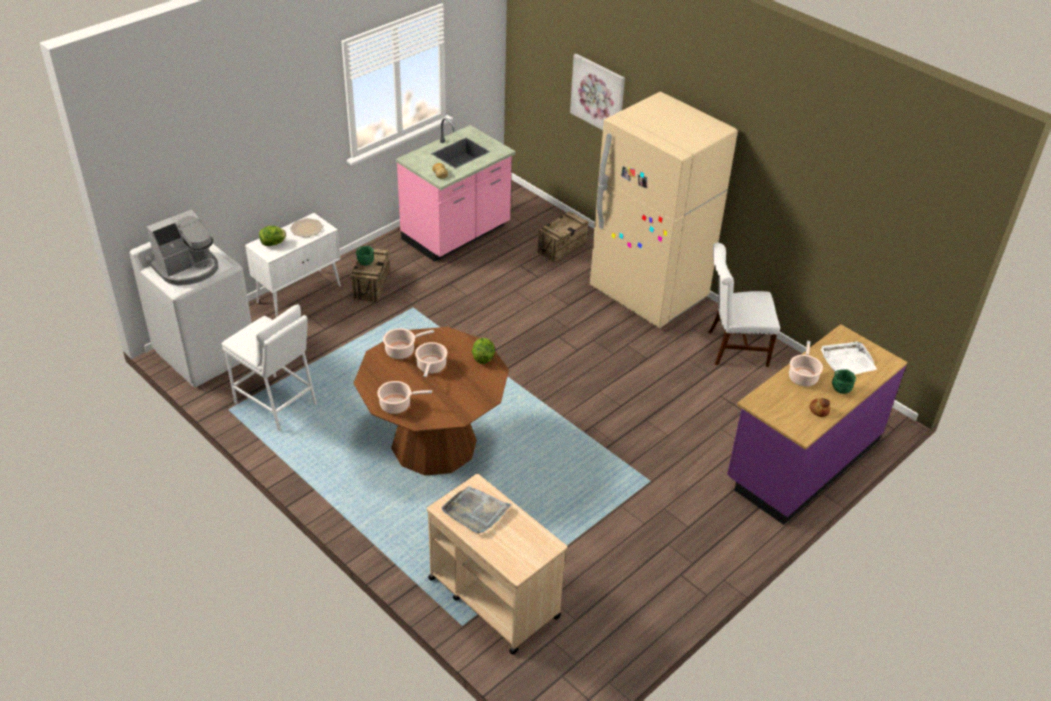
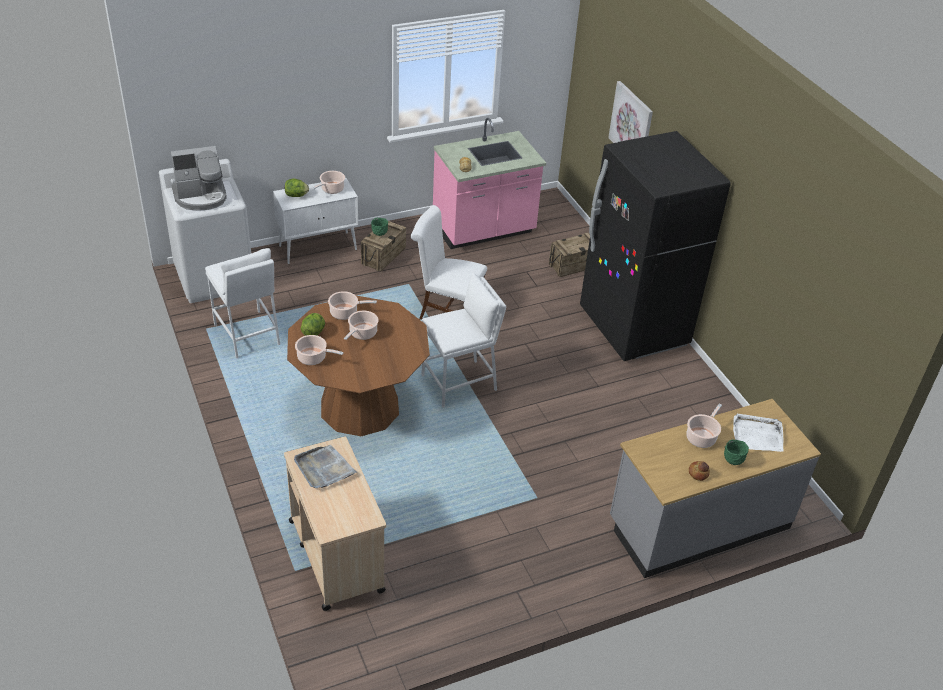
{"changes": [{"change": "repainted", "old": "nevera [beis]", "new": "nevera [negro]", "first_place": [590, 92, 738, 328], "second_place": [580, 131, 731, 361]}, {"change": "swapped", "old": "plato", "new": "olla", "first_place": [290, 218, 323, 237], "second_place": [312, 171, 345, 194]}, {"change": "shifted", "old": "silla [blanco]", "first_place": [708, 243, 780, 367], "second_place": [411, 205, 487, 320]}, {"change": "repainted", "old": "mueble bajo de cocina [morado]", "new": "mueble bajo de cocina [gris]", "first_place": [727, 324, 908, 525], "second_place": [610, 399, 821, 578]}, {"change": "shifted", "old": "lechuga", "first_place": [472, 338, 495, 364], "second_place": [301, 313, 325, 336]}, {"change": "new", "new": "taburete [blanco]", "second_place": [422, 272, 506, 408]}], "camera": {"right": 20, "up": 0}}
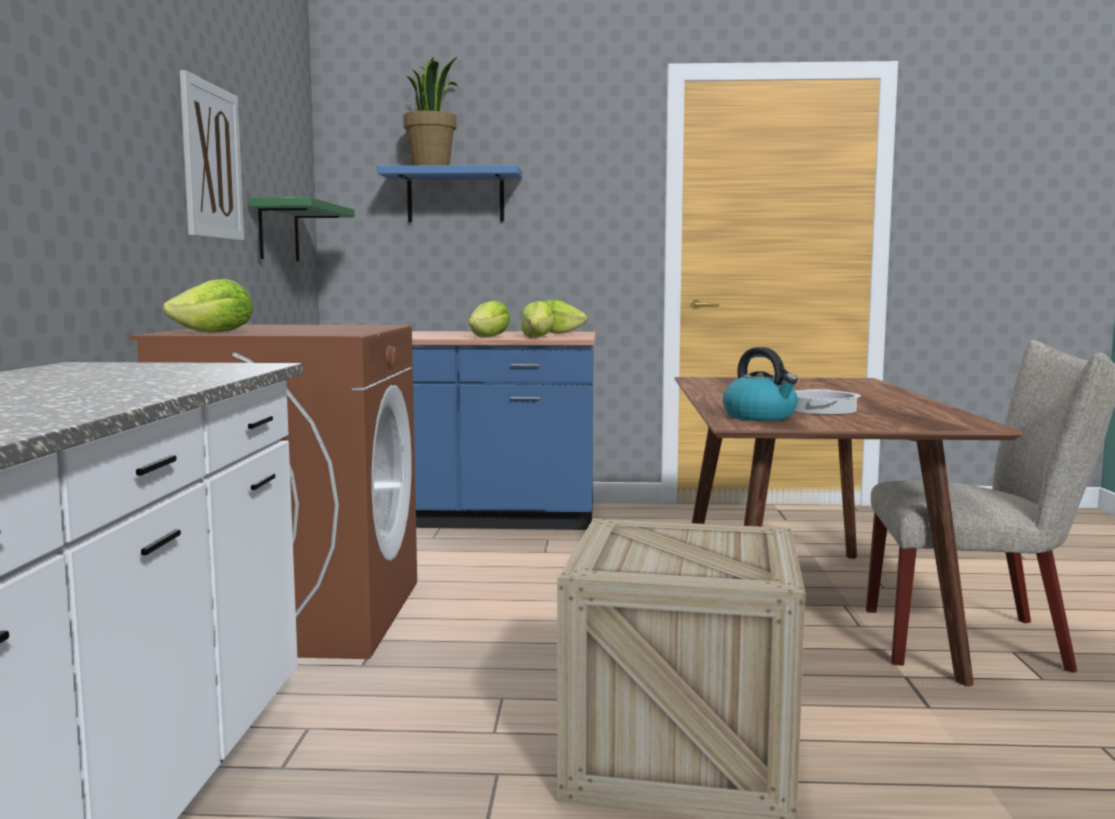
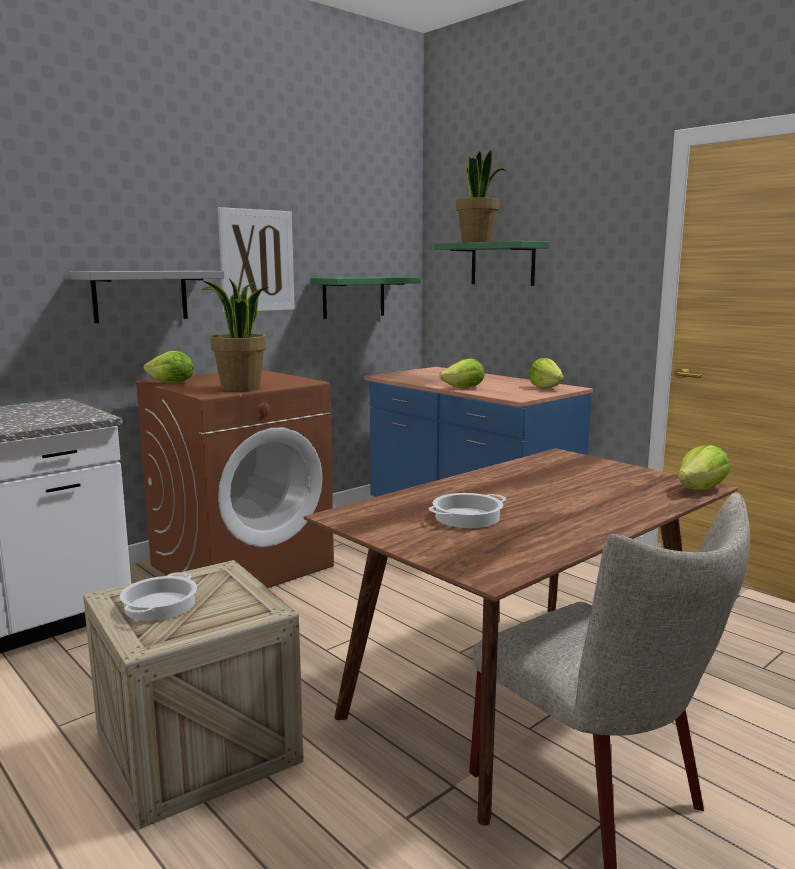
{"changes": [{"change": "repainted", "old": "estante [azul]", "new": "estante [verde]", "first_place": [377, 165, 522, 222], "second_place": [434, 241, 549, 286]}, {"change": "shifted", "old": "lechuga", "first_place": [521, 301, 556, 338], "second_place": [678, 445, 730, 490]}, {"change": "gone", "old": "hervidor", "first_place": [723, 347, 798, 421]}, {"change": "new", "new": "estante [gris]", "second_place": [70, 271, 225, 323]}, {"change": "new", "new": "planta en maceta", "second_place": [201, 278, 269, 392]}, {"change": "new", "new": "olla", "second_place": [120, 572, 197, 621]}], "camera": {"right": 45, "up": 5}}
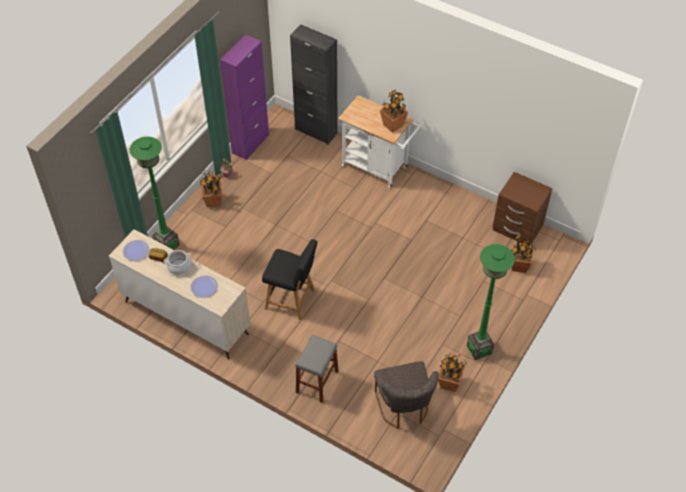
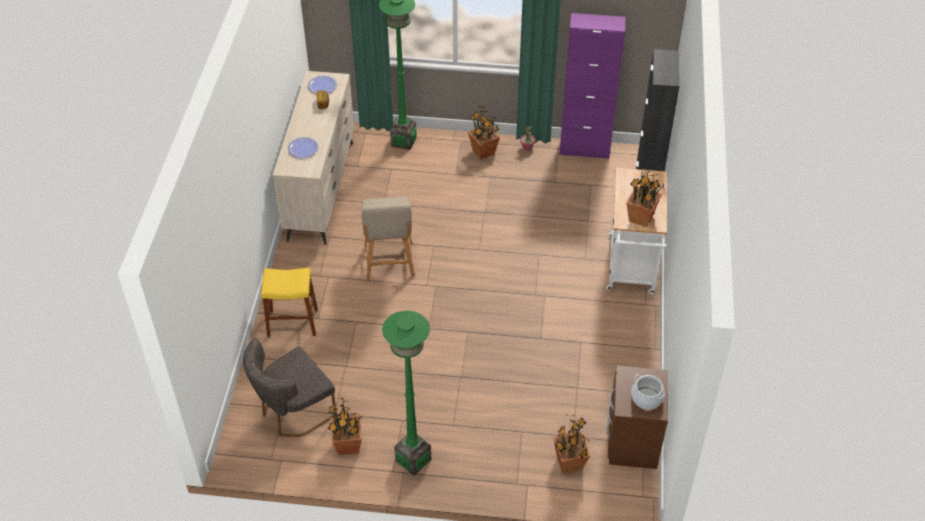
{"changes": [{"change": "repainted", "old": "silla [negro]", "new": "silla [beis]", "first_place": [262, 239, 317, 320], "second_place": [362, 197, 415, 280]}, {"change": "shifted", "old": "olla", "first_place": [164, 250, 191, 275], "second_place": [631, 374, 665, 410]}, {"change": "repainted", "old": "taburete [gris]", "new": "taburete [amarillo]", "first_place": [295, 335, 339, 403], "second_place": [261, 268, 318, 337]}], "camera": {"right": 65, "up": -5}}
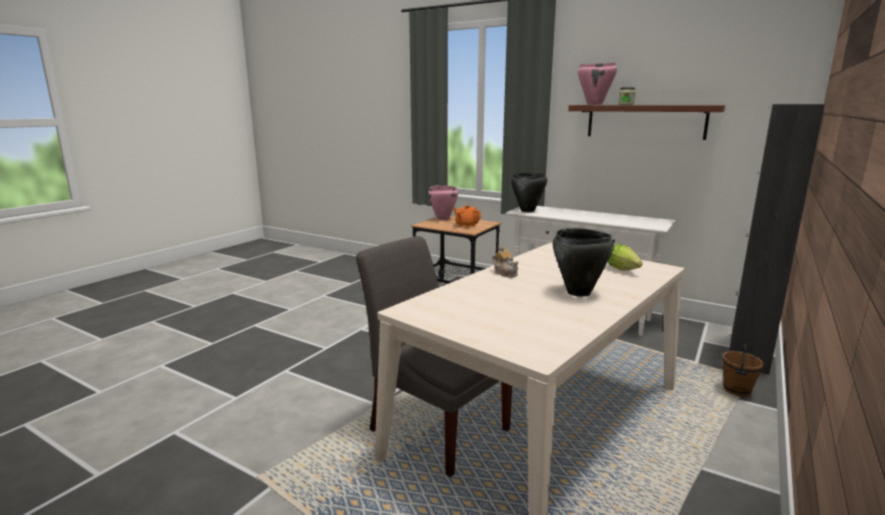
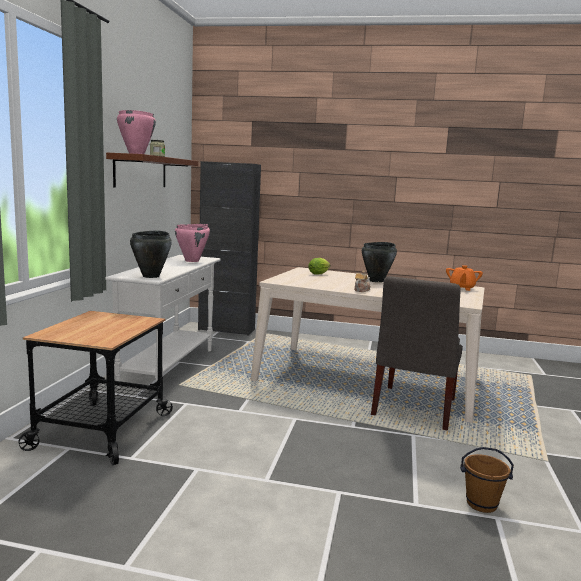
{"changes": [{"change": "shifted", "old": "olla [rosa]", "first_place": [428, 185, 458, 221], "second_place": [175, 224, 210, 262]}, {"change": "shifted", "old": "tetera [naranja]", "first_place": [453, 205, 481, 228], "second_place": [446, 265, 483, 291]}, {"change": "shifted", "old": "cubo [marrón]", "first_place": [722, 343, 764, 397], "second_place": [460, 447, 514, 513]}], "camera": {"right": -110, "up": -5}}
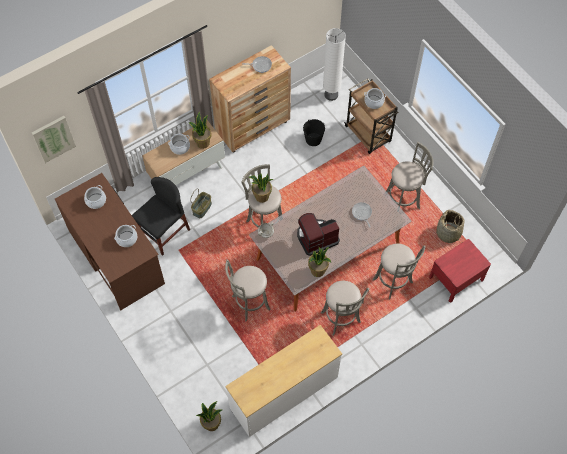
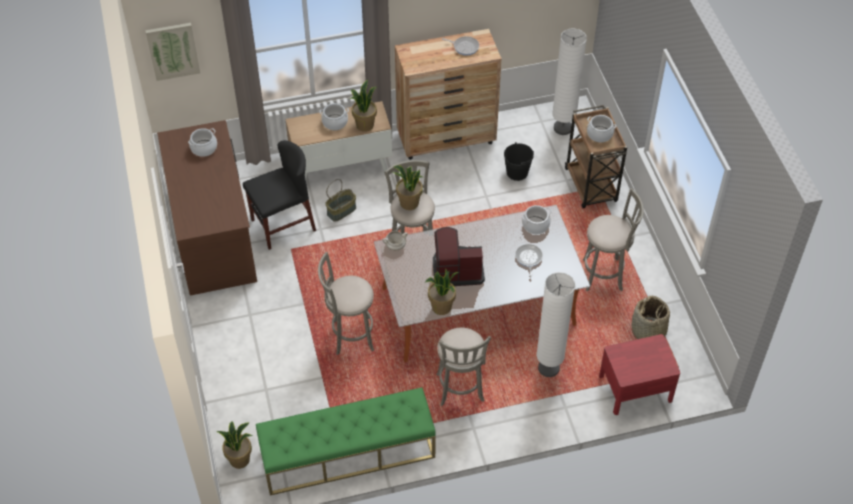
{"changes": [{"change": "shifted", "old": "olla", "first_place": [114, 225, 137, 247], "second_place": [522, 205, 552, 234]}, {"change": "swapped", "old": "taburete [gris]", "new": "lámpara de pie [blanco]", "first_place": [372, 244, 426, 299], "second_place": [536, 272, 575, 377]}, {"change": "swapped", "old": "cómoda [blanco]", "new": "banco [verde]", "first_place": [225, 325, 342, 437], "second_place": [256, 387, 436, 496]}], "camera": {"right": 20, "up": -10}}
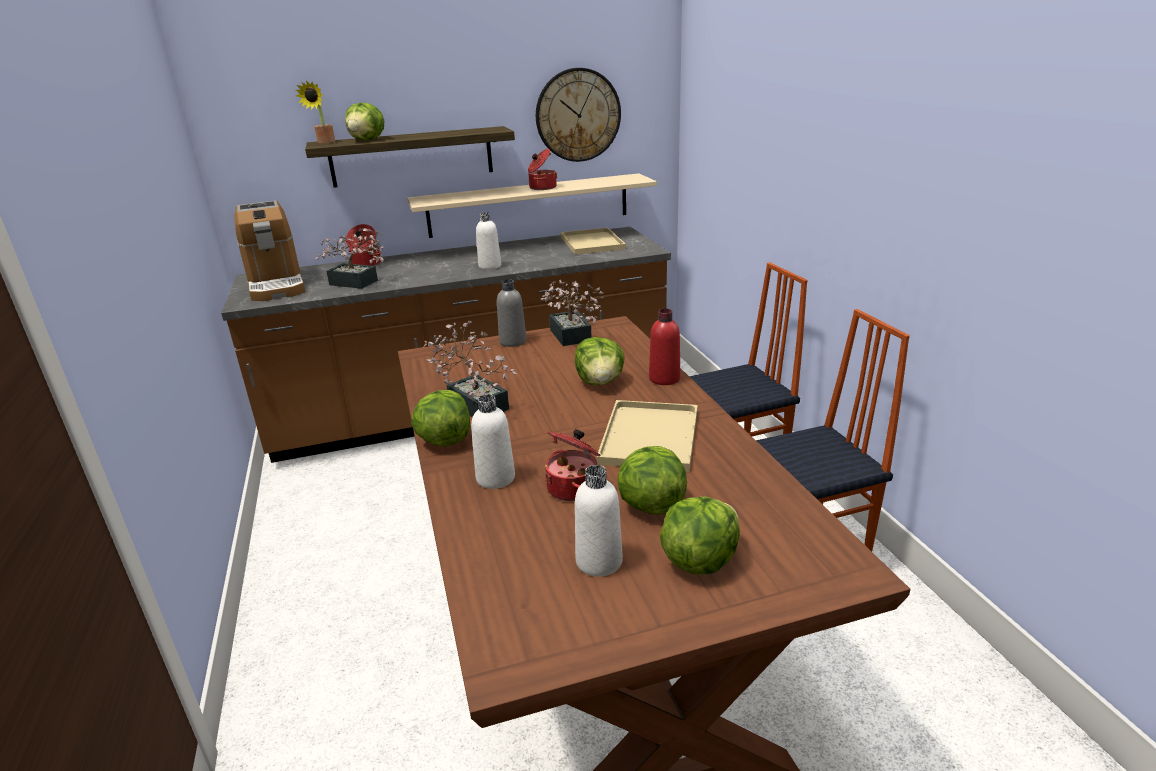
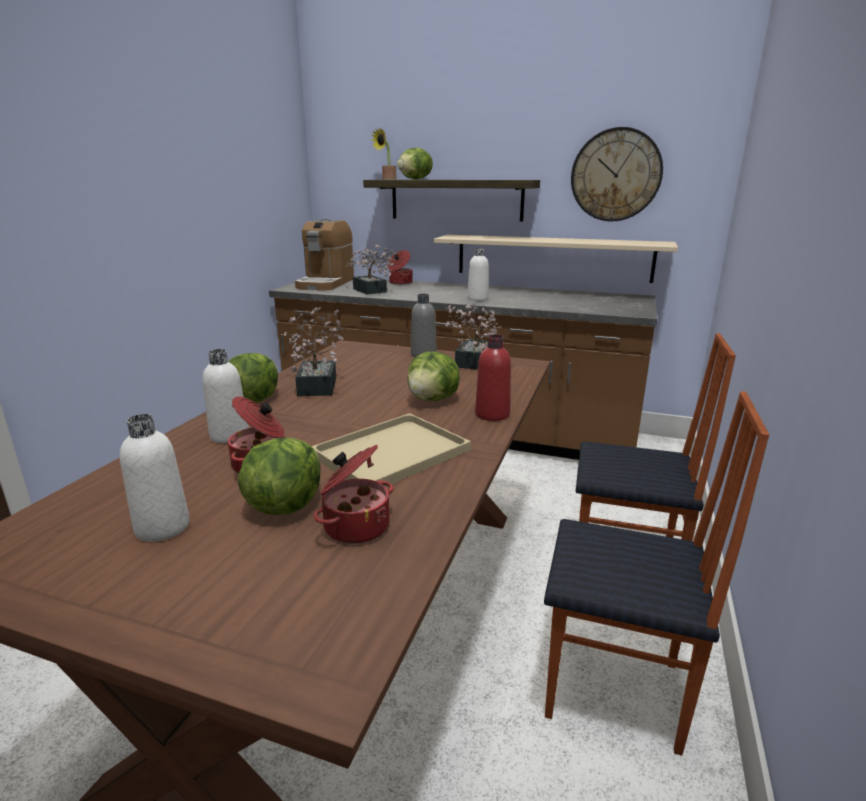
{"changes": [{"change": "shifted", "old": "olla", "first_place": [528, 149, 557, 190], "second_place": [314, 445, 394, 544]}, {"change": "gone", "old": "bandeja [beis]", "first_place": [561, 228, 626, 255]}, {"change": "gone", "old": "lechuga", "first_place": [660, 497, 740, 574]}], "camera": {"right": 35, "up": -5}}
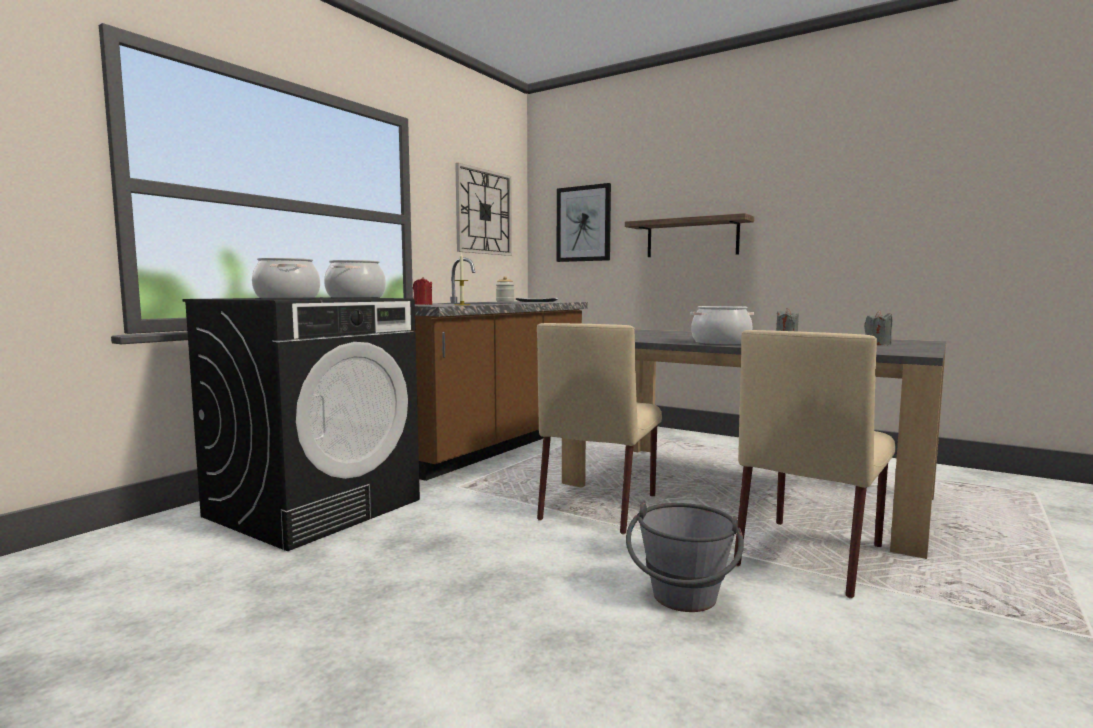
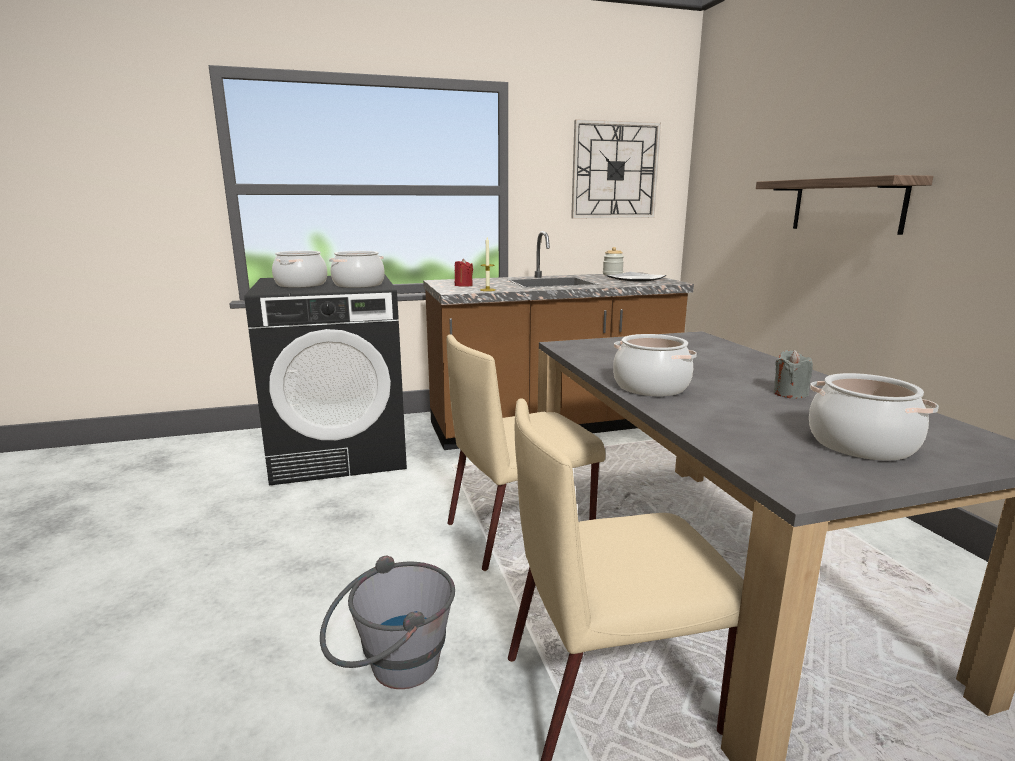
{"changes": [{"change": "gone", "old": "cuadro", "first_place": [557, 183, 611, 262]}, {"change": "swapped", "old": "vela [gris]", "new": "olla", "first_place": [864, 311, 892, 345], "second_place": [809, 373, 939, 461]}], "camera": {"right": 40, "up": 10}}
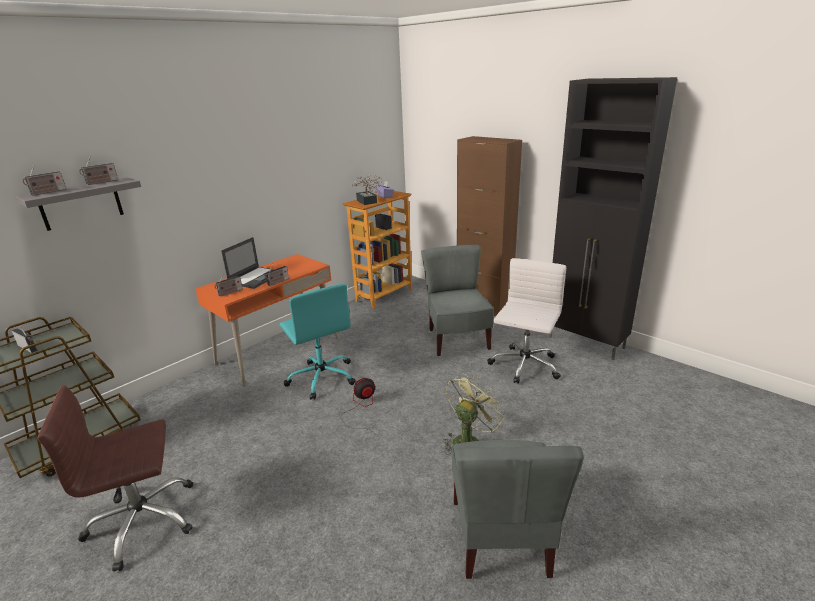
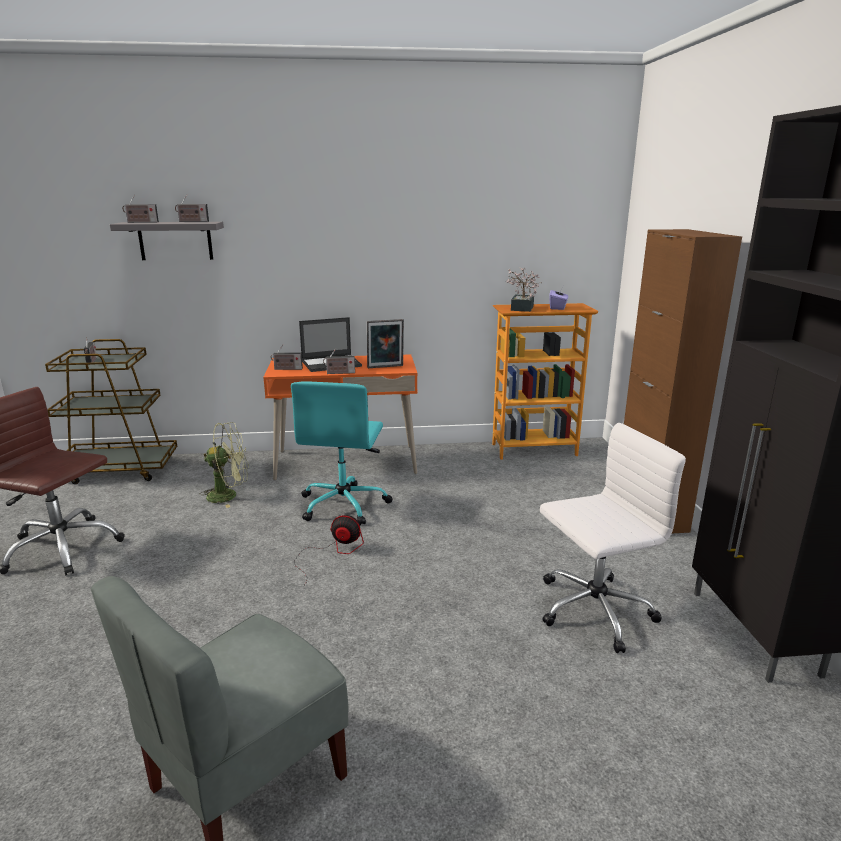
{"changes": [{"change": "gone", "old": "silla [gris]", "first_place": [421, 245, 494, 356]}, {"change": "shifted", "old": "ventilador [verde]", "first_place": [443, 373, 505, 455], "second_place": [199, 422, 249, 508]}, {"change": "new", "new": "portarretratos", "second_place": [367, 319, 404, 368]}], "camera": {"right": 40, "up": -5}}
